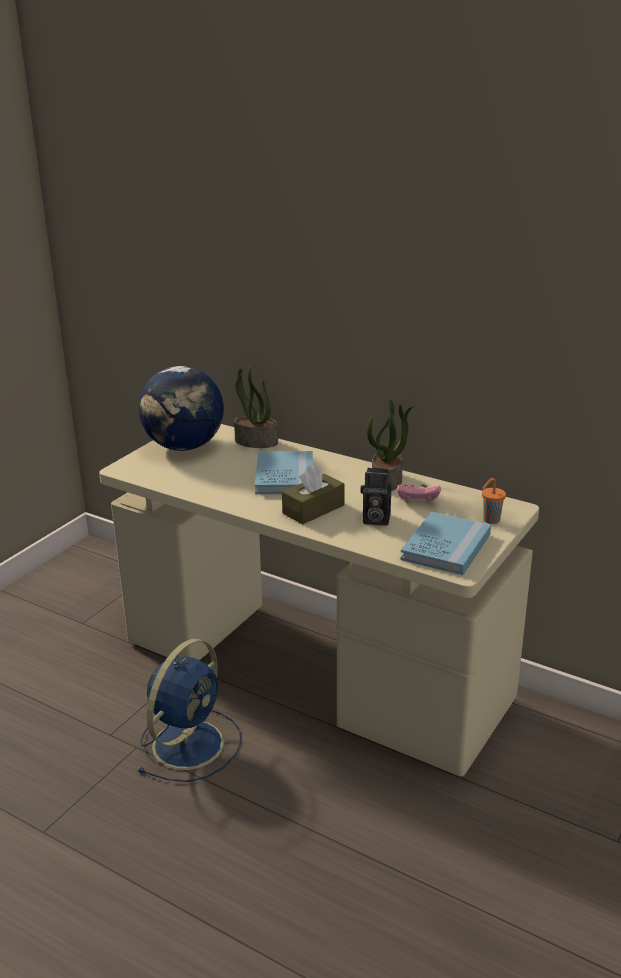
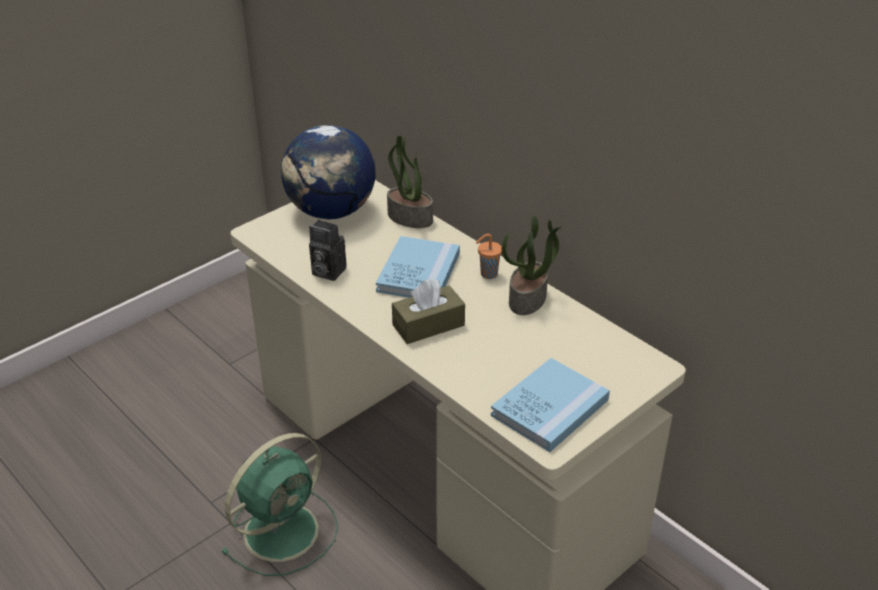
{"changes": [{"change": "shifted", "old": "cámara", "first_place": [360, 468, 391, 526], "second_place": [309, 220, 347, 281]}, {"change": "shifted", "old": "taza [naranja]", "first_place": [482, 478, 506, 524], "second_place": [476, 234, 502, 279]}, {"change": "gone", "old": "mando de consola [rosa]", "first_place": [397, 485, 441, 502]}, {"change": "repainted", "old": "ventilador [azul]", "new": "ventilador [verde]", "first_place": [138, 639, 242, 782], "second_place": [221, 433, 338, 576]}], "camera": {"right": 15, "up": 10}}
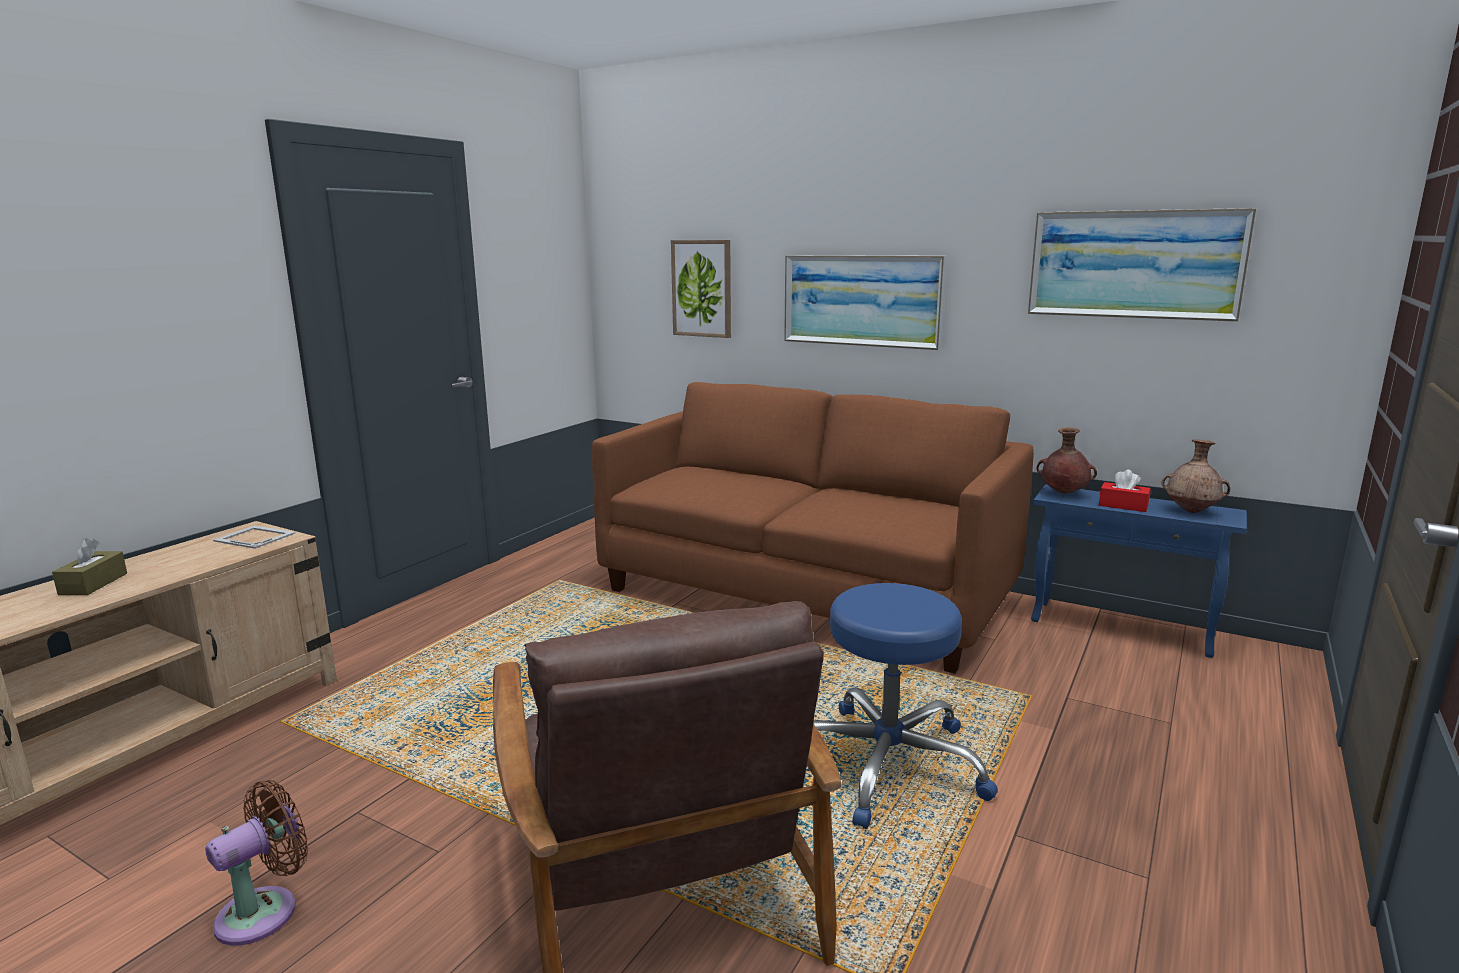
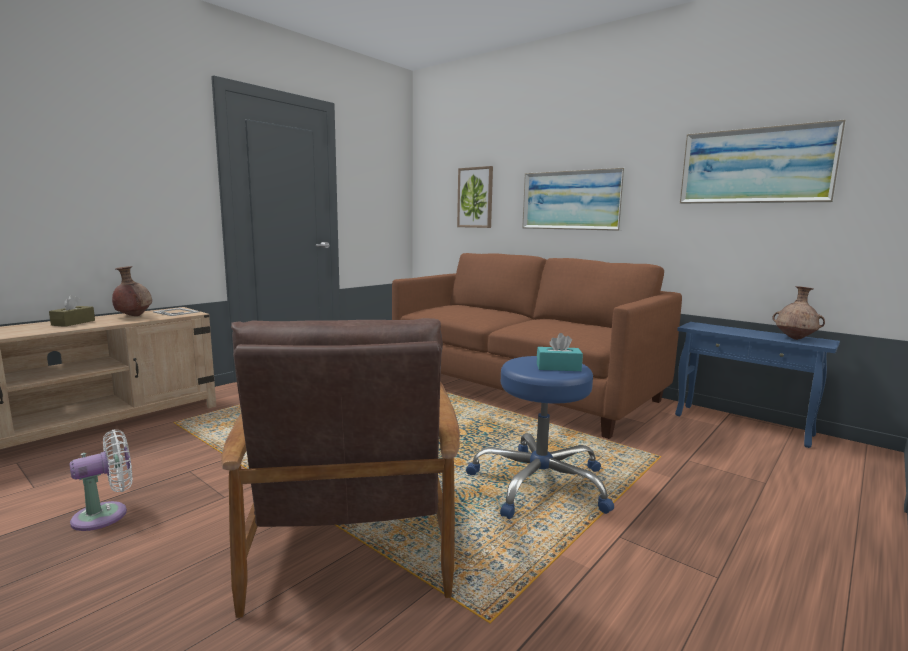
{"changes": [{"change": "shifted", "old": "florero [marrón]", "first_place": [1037, 427, 1097, 494], "second_place": [112, 266, 152, 316]}, {"change": "gone", "old": "caja de pañuelos [rojo]", "first_place": [1099, 470, 1151, 512]}, {"change": "repainted", "old": "ventilador [marrón]", "new": "ventilador [blanco]", "first_place": [205, 780, 308, 946], "second_place": [69, 429, 133, 531]}, {"change": "new", "new": "caja de pañuelos [turquesa]", "second_place": [537, 333, 583, 371]}], "camera": {"right": 10, "up": -5}}
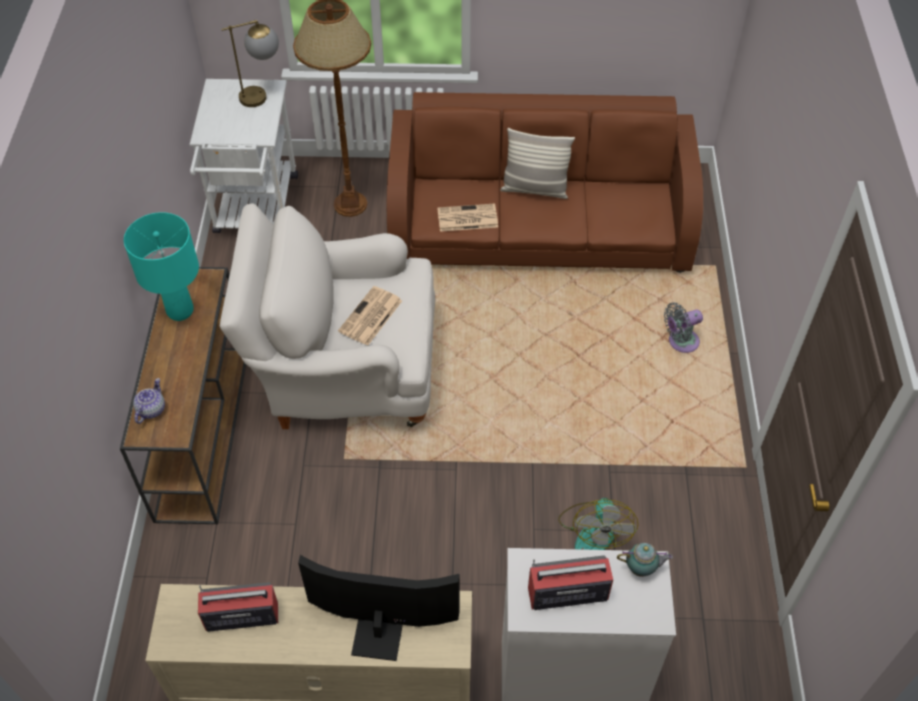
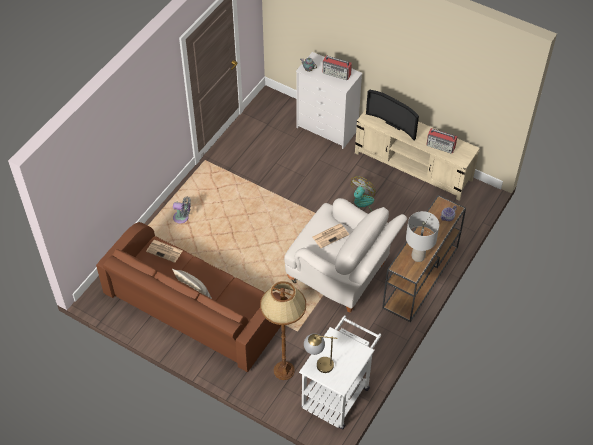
{"changes": [{"change": "shifted", "old": "periódico", "first_place": [437, 203, 498, 232], "second_place": [146, 240, 183, 263]}, {"change": "repainted", "old": "lámpara de mesa [turquesa]", "new": "lámpara de mesa [gris]", "first_place": [124, 212, 199, 321], "second_place": [406, 211, 439, 262]}, {"change": "shifted", "old": "ventilador", "first_place": [558, 498, 638, 550], "second_place": [351, 176, 376, 211]}], "camera": {"right": -150, "up": 0}}
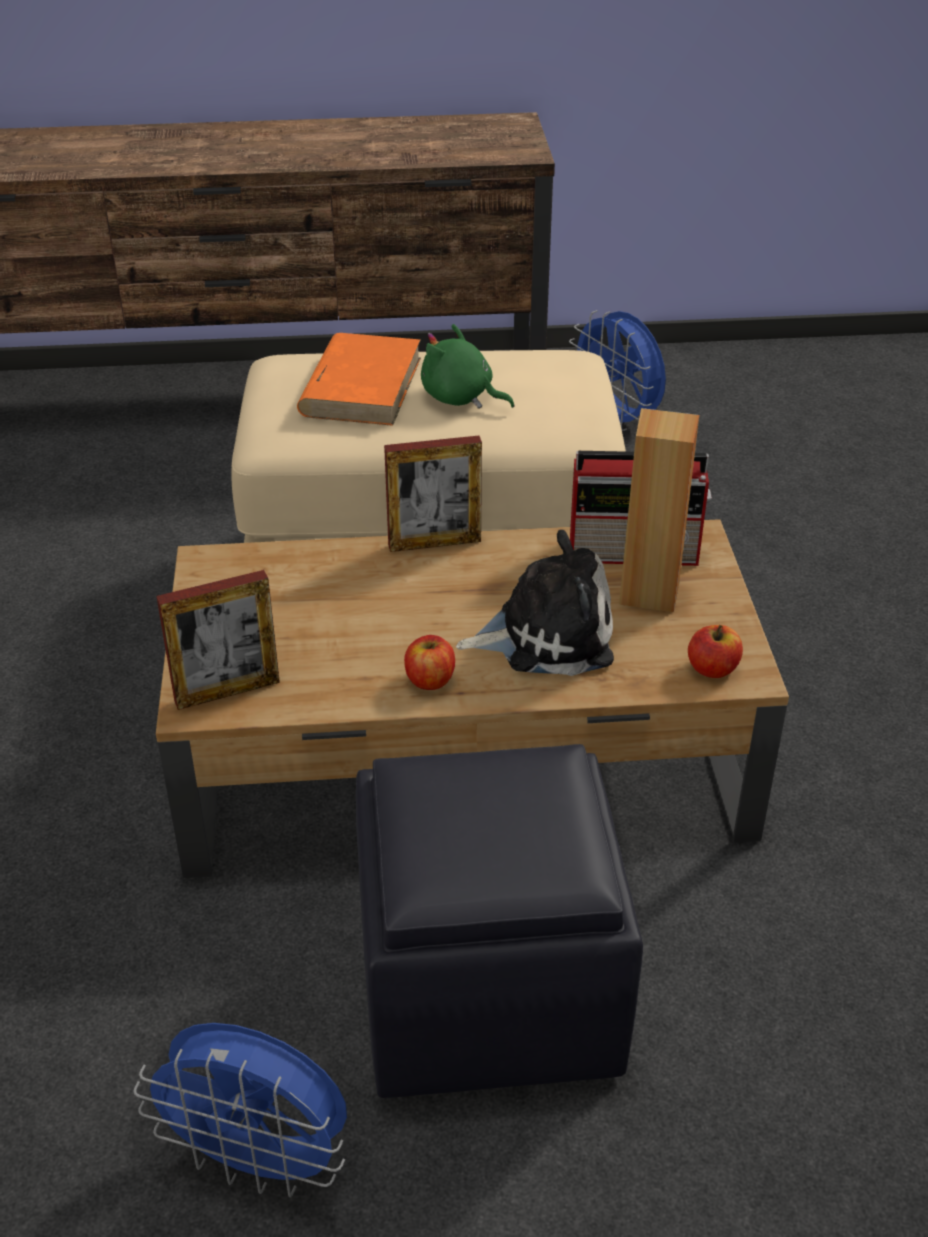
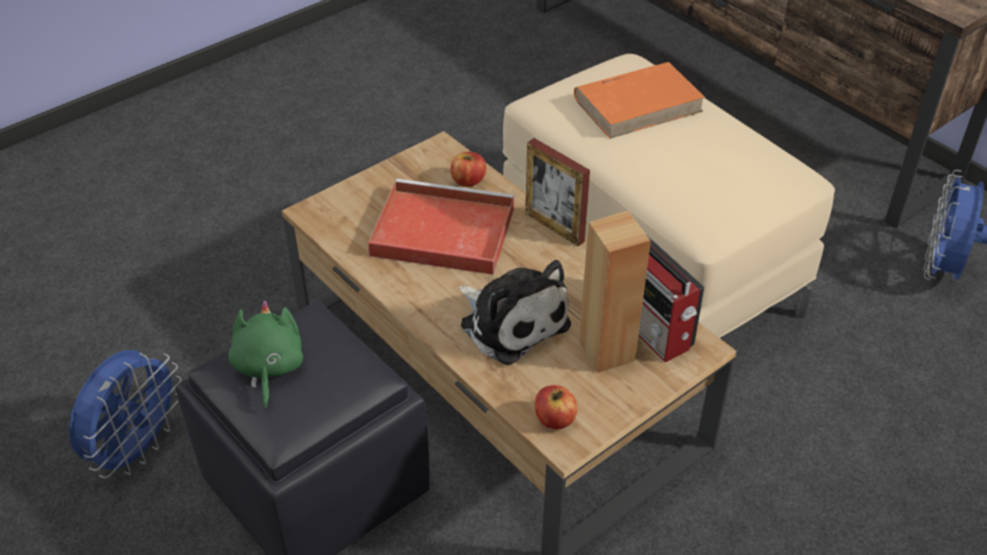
{"changes": [{"change": "shifted", "old": "peluche [verde]", "first_place": [421, 324, 514, 409], "second_place": [228, 300, 303, 408]}, {"change": "gone", "old": "portarretratos", "first_place": [156, 570, 280, 710]}, {"change": "shifted", "old": "manzana", "first_place": [404, 635, 455, 690], "second_place": [451, 152, 486, 187]}, {"change": "rotated", "old": "ventilador [azul]", "first_place": [133, 1023, 347, 1197], "second_place": [69, 350, 182, 479], "degrees": -135}, {"change": "new", "new": "bandeja [rojo]", "second_place": [368, 179, 515, 275]}], "camera": {"right": 55, "up": 5}}
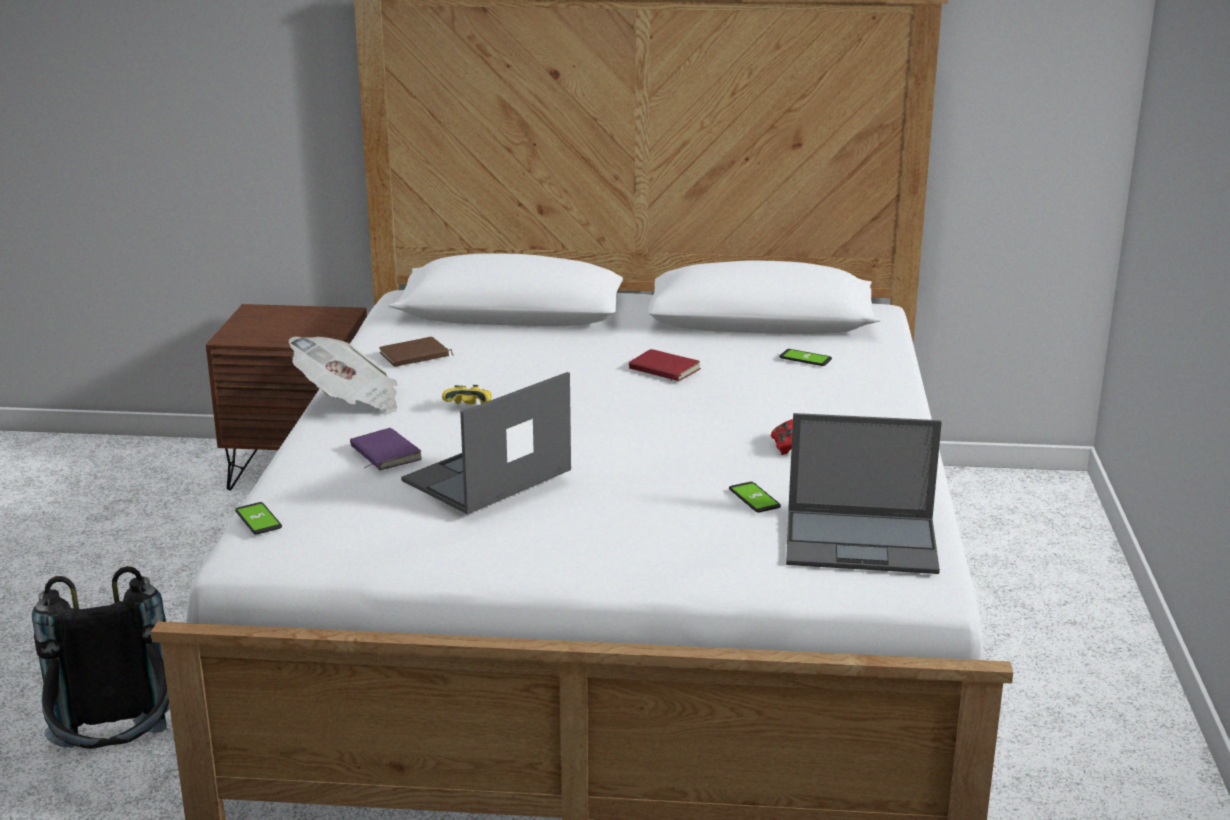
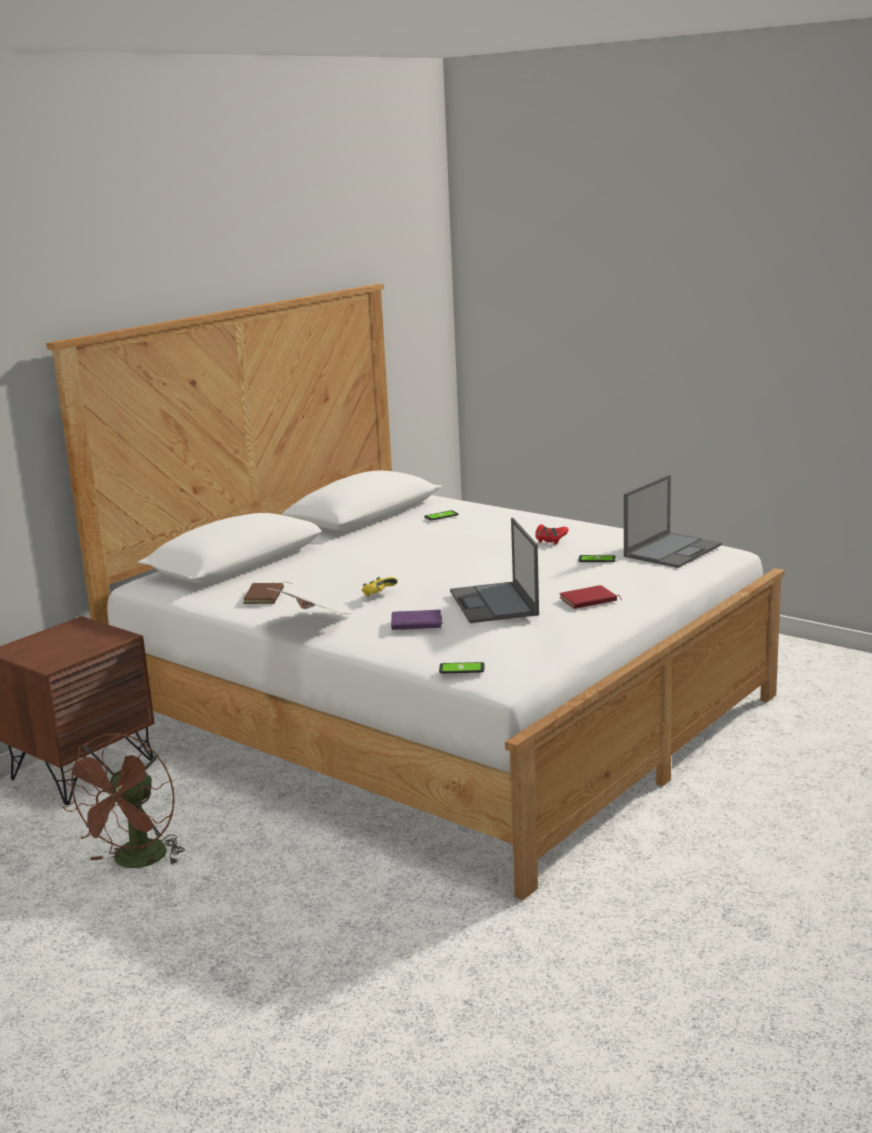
{"changes": [{"change": "shifted", "old": "libro [rojo]", "first_place": [629, 349, 701, 381], "second_place": [559, 585, 622, 609]}, {"change": "gone", "old": "mochila [negro]", "first_place": [32, 566, 170, 749]}, {"change": "new", "new": "ventilador [marrón]", "second_place": [62, 733, 185, 868]}], "camera": {"right": -55, "up": -5}}
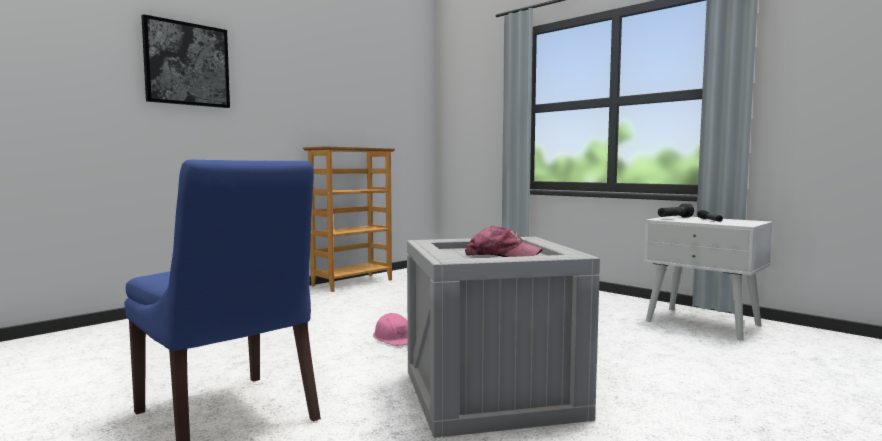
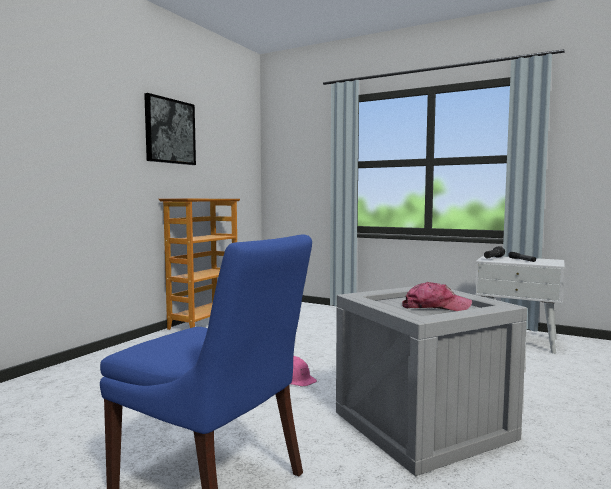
{"changes": [{"change": "shifted", "old": "cuadro", "first_place": [141, 14, 230, 108], "second_place": [144, 93, 196, 165]}], "camera": {"right": -15, "up": 0}}
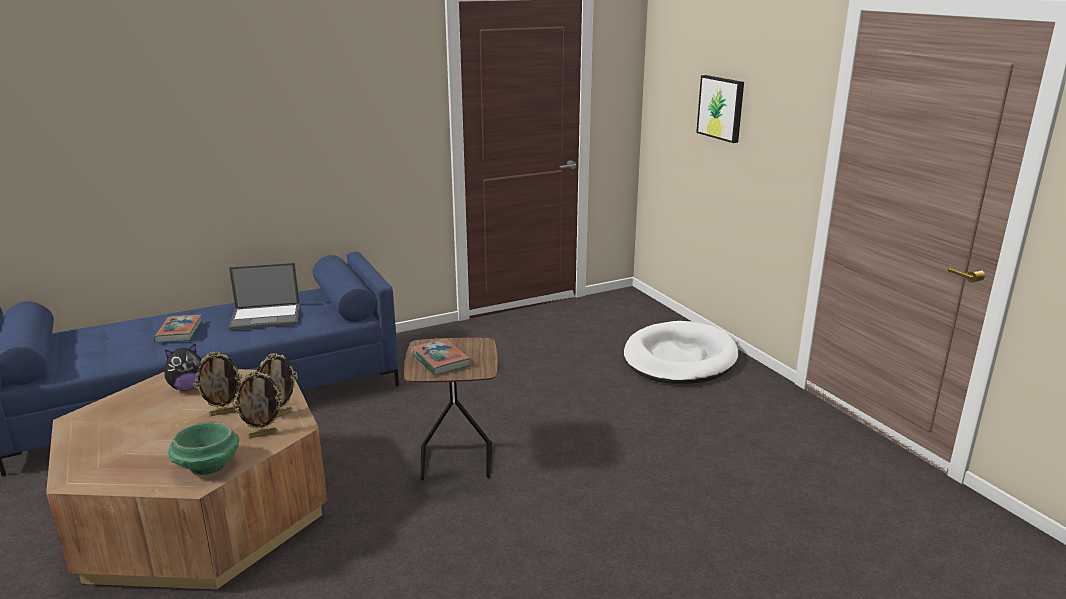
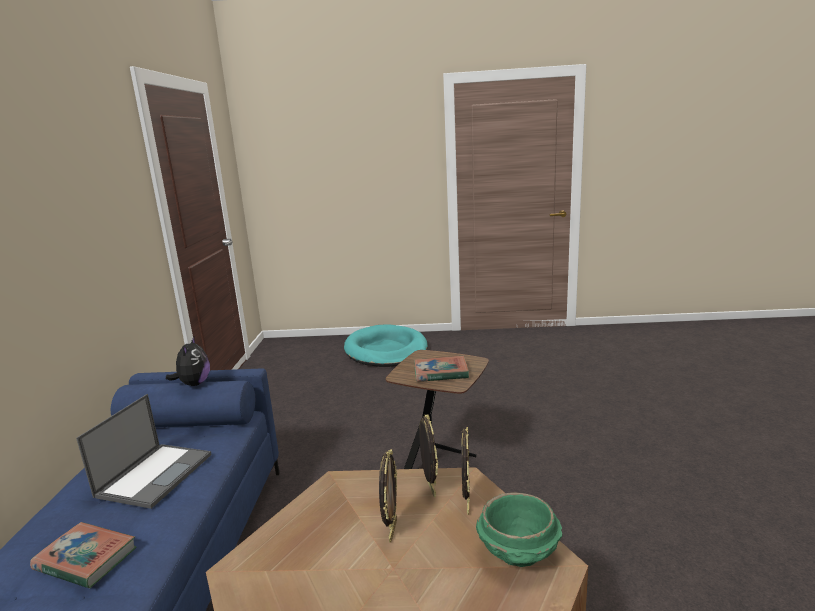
{"changes": [{"change": "gone", "old": "cuadro", "first_place": [696, 75, 744, 143]}, {"change": "repainted", "old": "cama para perro [blanco]", "new": "cama para perro [turquesa]", "first_place": [624, 321, 738, 384], "second_place": [344, 324, 428, 367]}, {"change": "shifted", "old": "peluche", "first_place": [165, 343, 202, 391], "second_place": [166, 337, 210, 386]}], "camera": {"right": -60, "up": -5}}
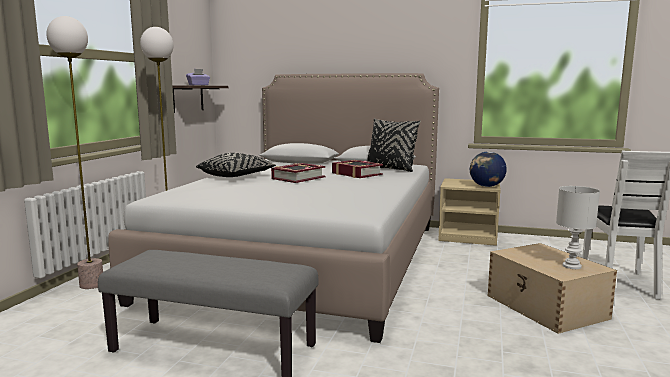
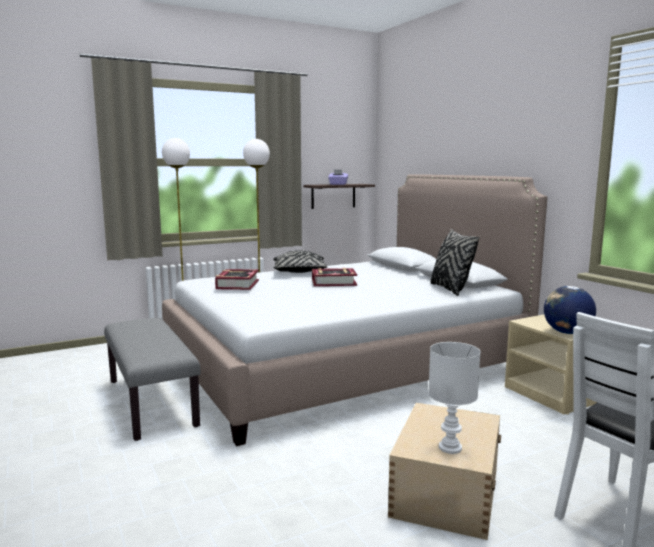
{"changes": [{"change": "shifted", "old": "libro", "first_place": [332, 160, 383, 178], "second_place": [215, 269, 259, 290]}], "camera": {"right": 45, "up": 0}}
